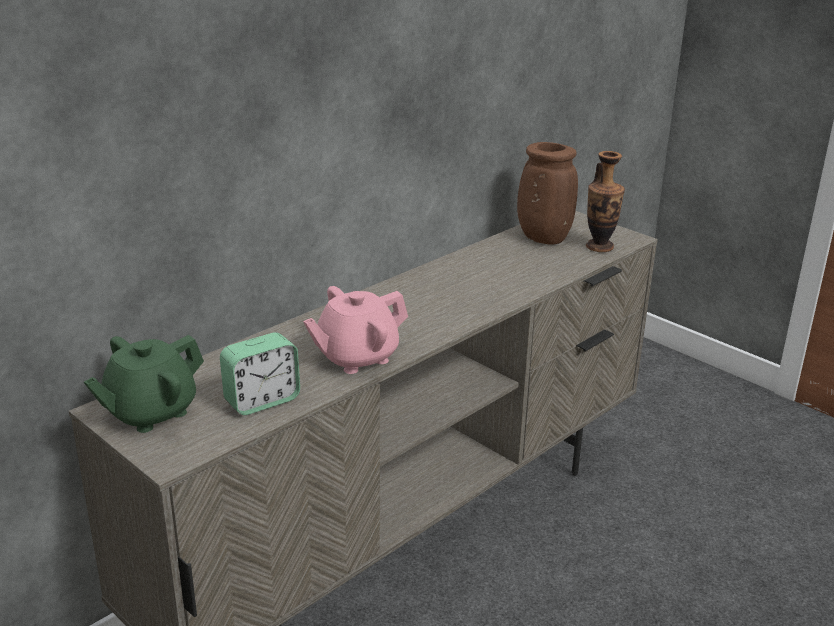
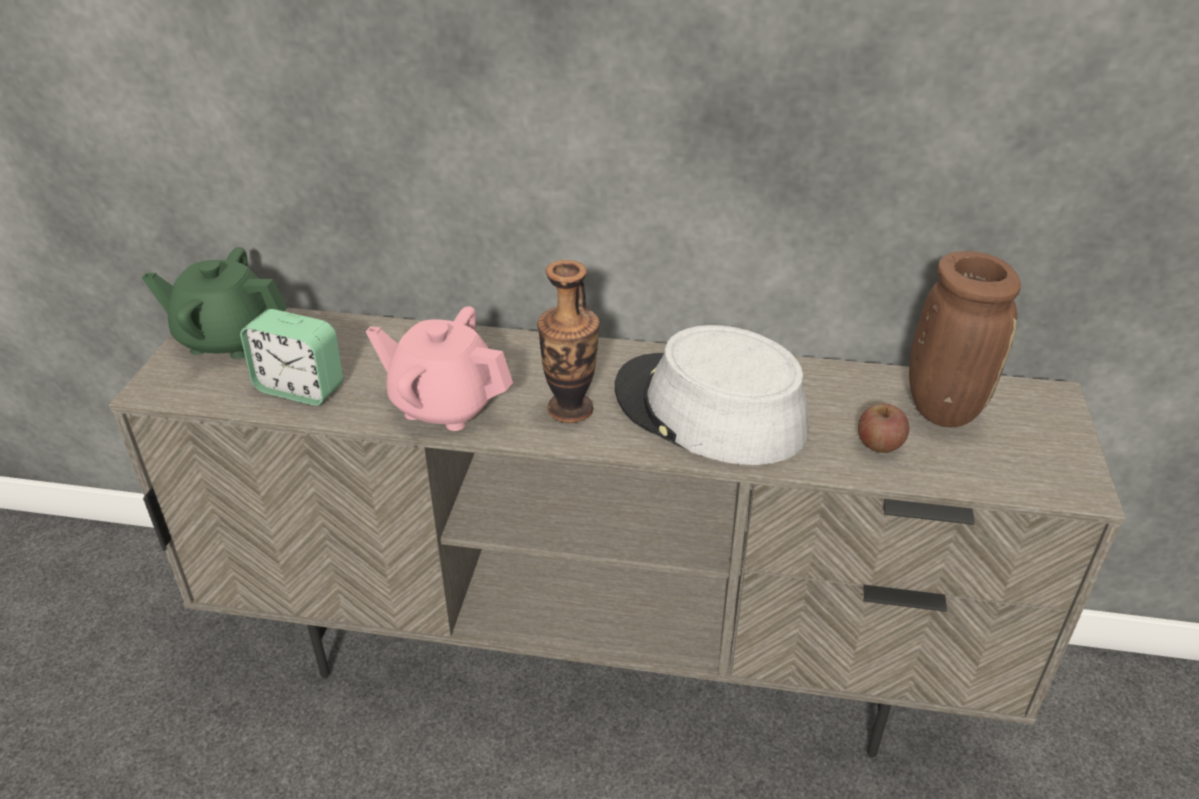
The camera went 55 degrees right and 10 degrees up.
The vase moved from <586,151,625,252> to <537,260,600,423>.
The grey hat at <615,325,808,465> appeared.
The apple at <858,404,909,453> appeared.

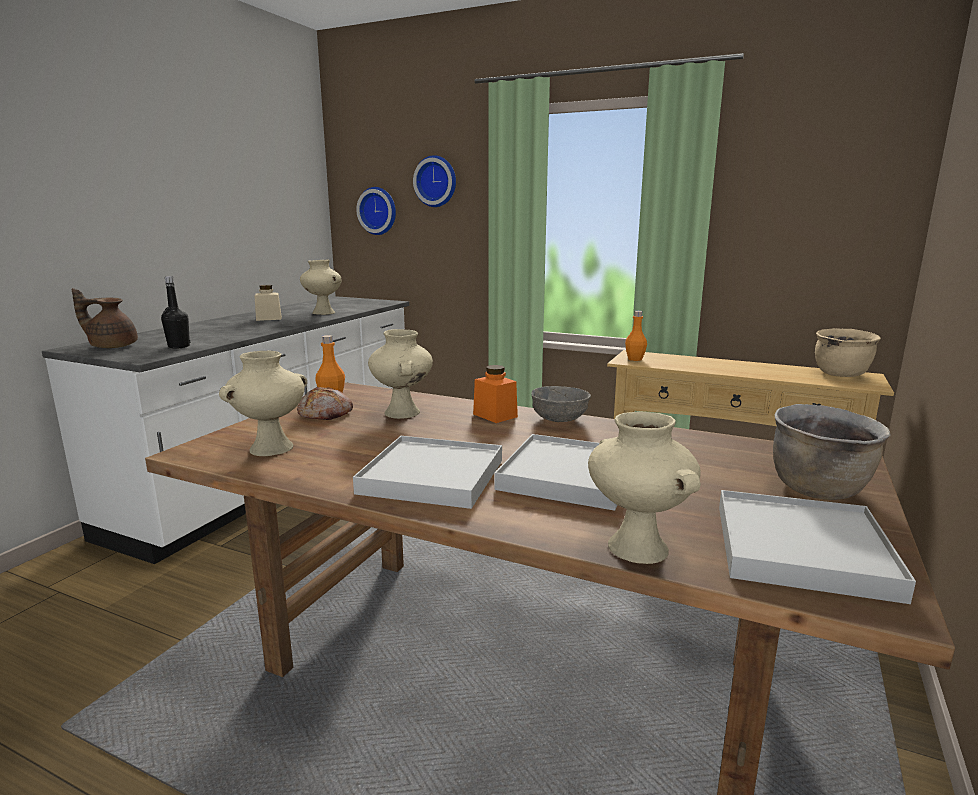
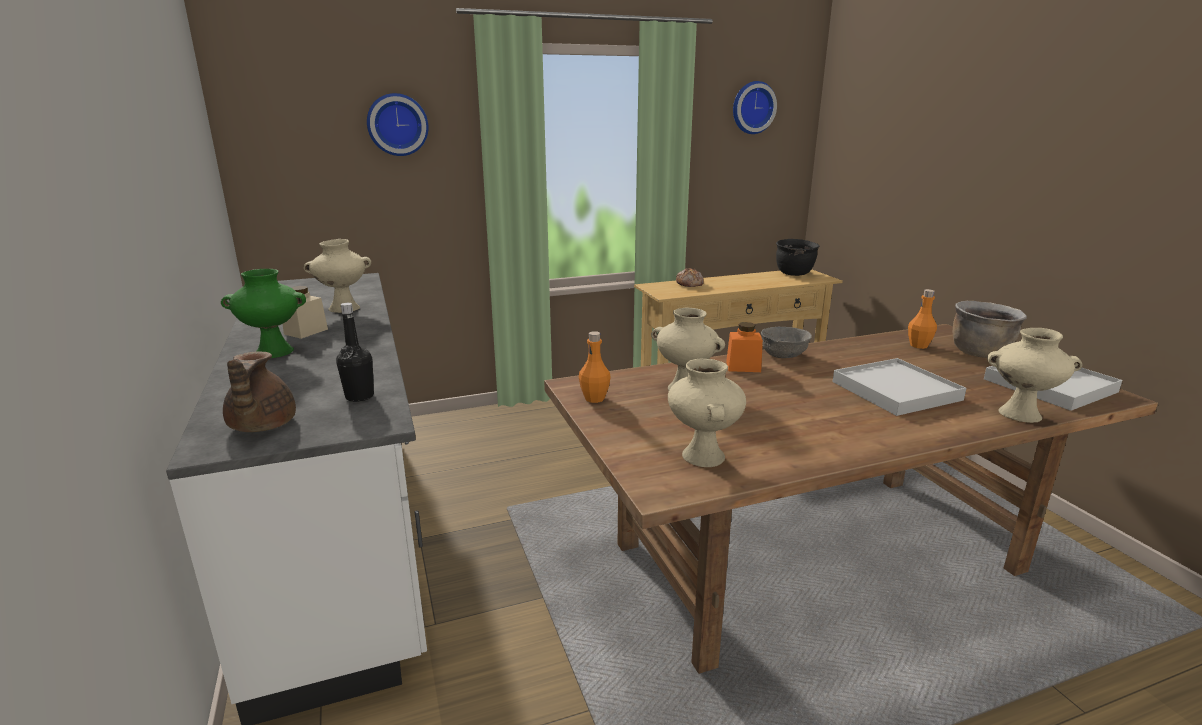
The camera went 45 degrees left and 5 degrees up.
The green vase at <221,269,306,358> appeared.
The brown teapot at <72,288,138,348> turned 60 degrees counterclockwise.
The bread moved from <297,387,353,420> to <676,268,704,287>.
The wall clock moved from <356,187,396,235> to <733,81,777,134>.
The beige cooking pot at <815,328,881,377> became the black cooking pot at <776,239,820,276>.
The orange bottle moved from <625,311,647,361> to <908,289,937,349>.
The white tray at <353,436,502,509> disappeared.

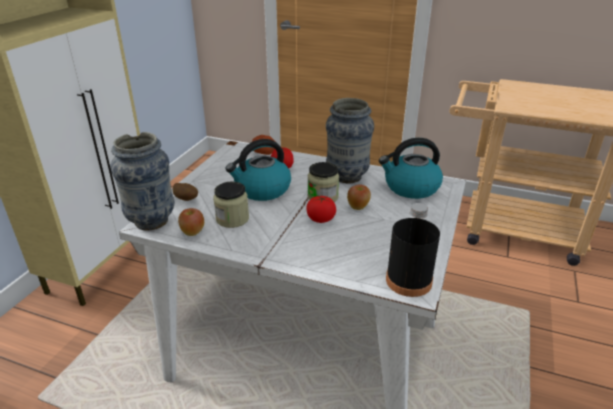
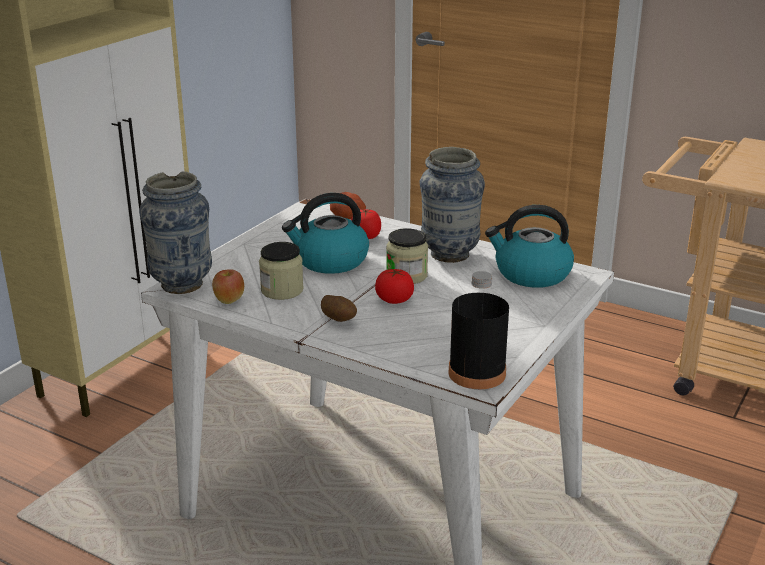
The camera went 10 degrees right and 5 degrees down.
The potato moved from <173,183,198,201> to <321,295,357,322>.
The apple at <347,185,371,210> disappeared.

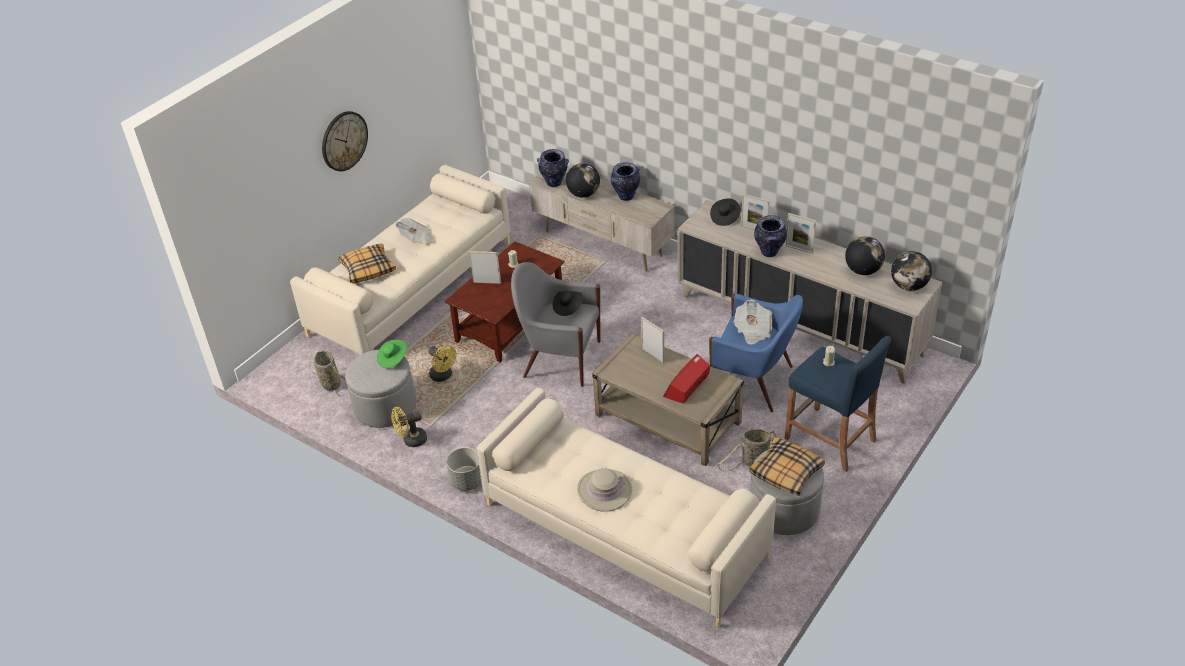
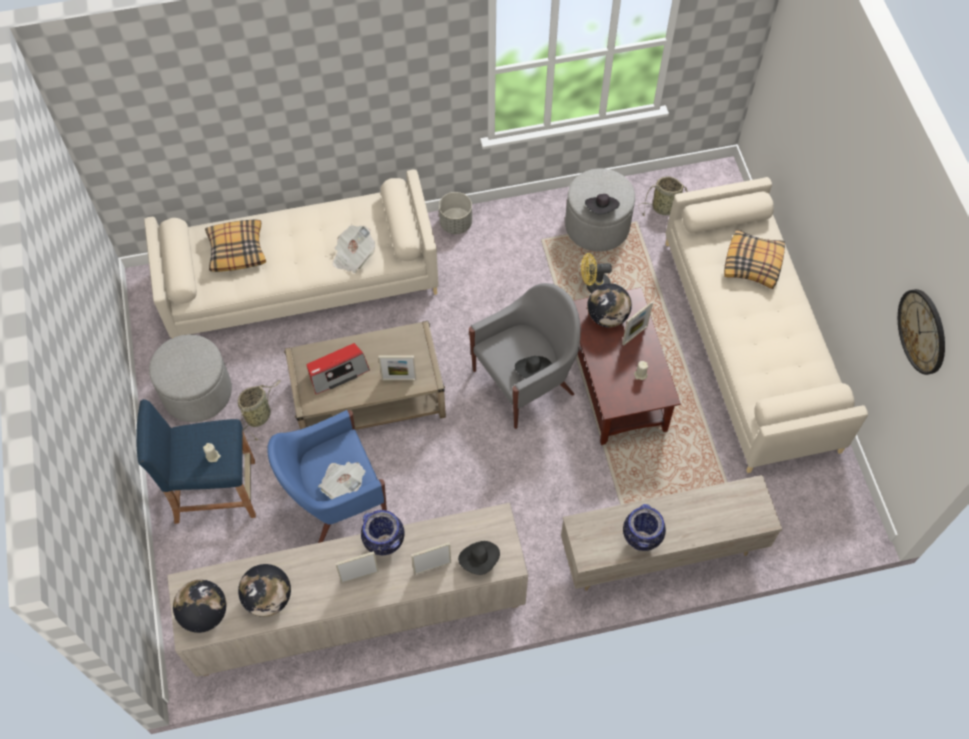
The camera went 130 degrees right and 20 degrees up.
The pillow moved from <749,438,825,496> to <205,220,266,272>.
The radio at <663,354,710,404> turned 75 degrees clockwise.
The newspaper moved from <395,218,435,244> to <332,225,375,273>.
The green hat at <377,340,407,369> became the black hat at <585,194,620,215>.
The globe moved from <566,163,600,198> to <587,283,632,327>.
The wall clock moved from <322,111,368,171> to <898,289,945,375>.
The yellow fan at <391,407,427,447> disappeared.
The vase at <537,149,569,187> disappeared.
The beige hat at <577,468,632,512> disappeared.

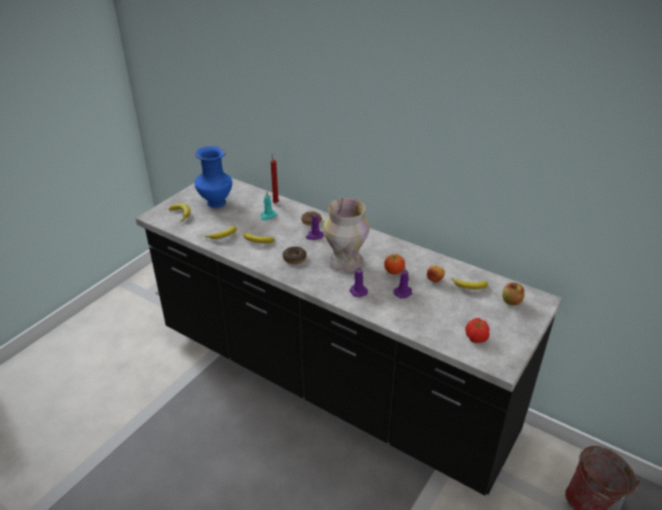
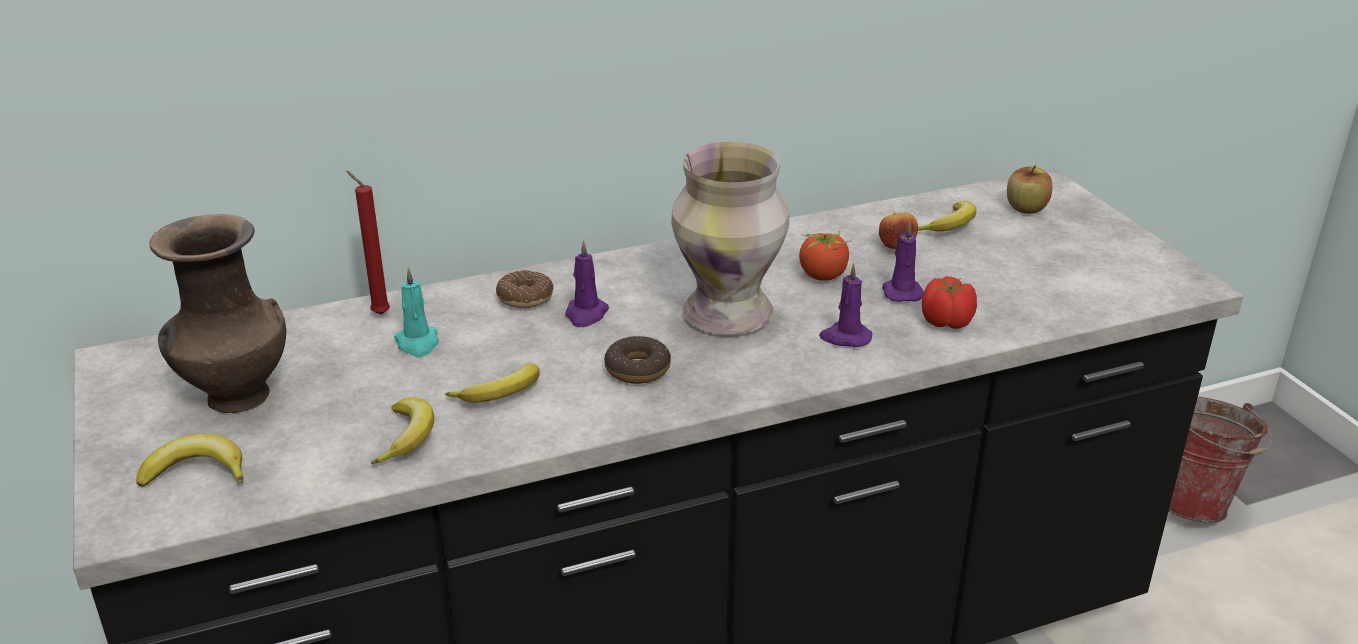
The camera went 55 degrees left and 5 degrees down.
The blue vase at <194,146,232,208> became the brown vase at <149,214,286,413>.
The tomato moved from <465,318,489,343> to <922,276,977,329>.

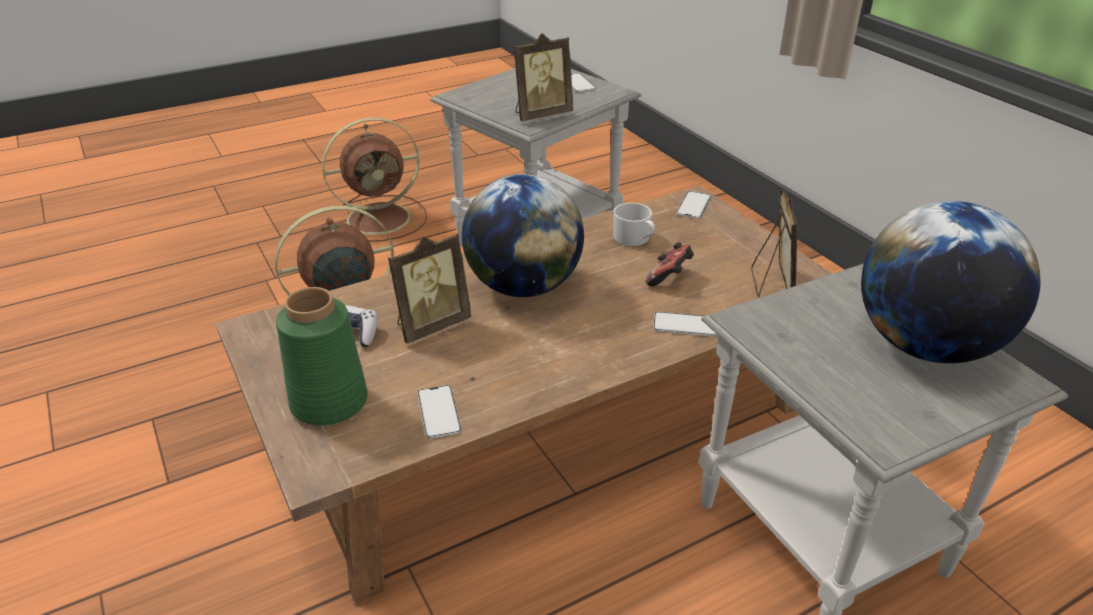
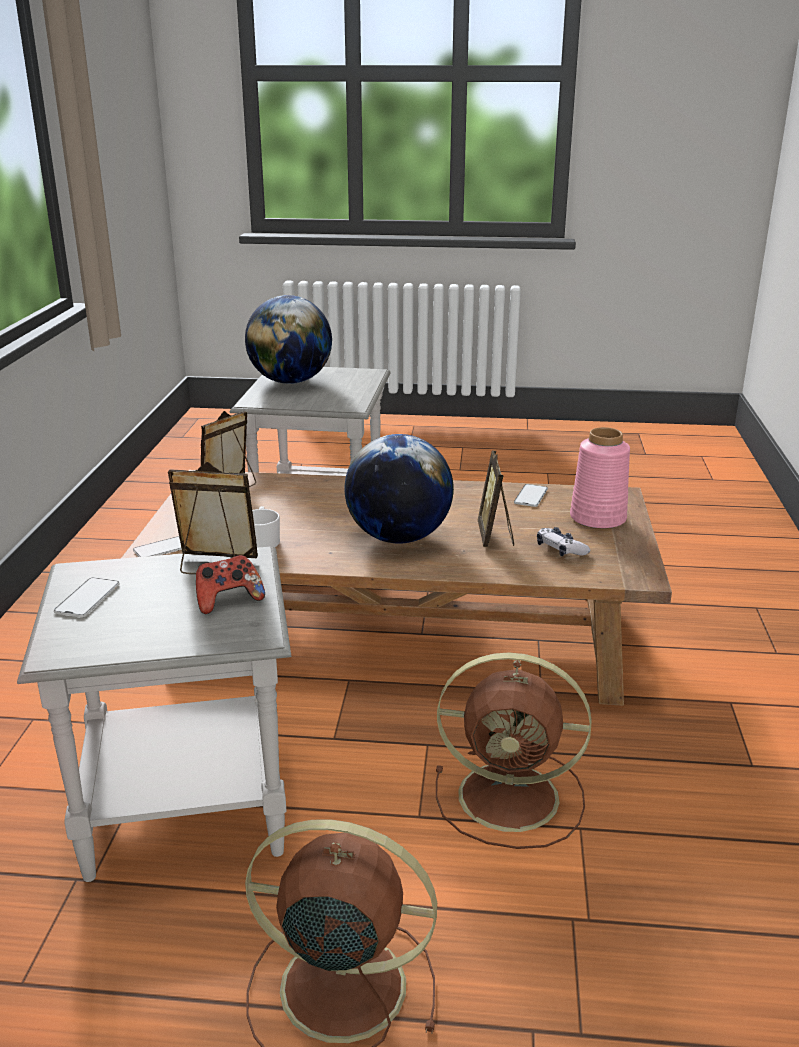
The camera went 145 degrees left and 10 degrees down.
The game controller moved from <646,242,694,286> to <196,555,265,614>.
The picture frame at <388,233,471,344> turned 90 degrees counterclockwise.
The green vase at <276,287,368,425> became the pink vase at <570,427,630,529>.
The phone at <653,312,717,337> disappeared.

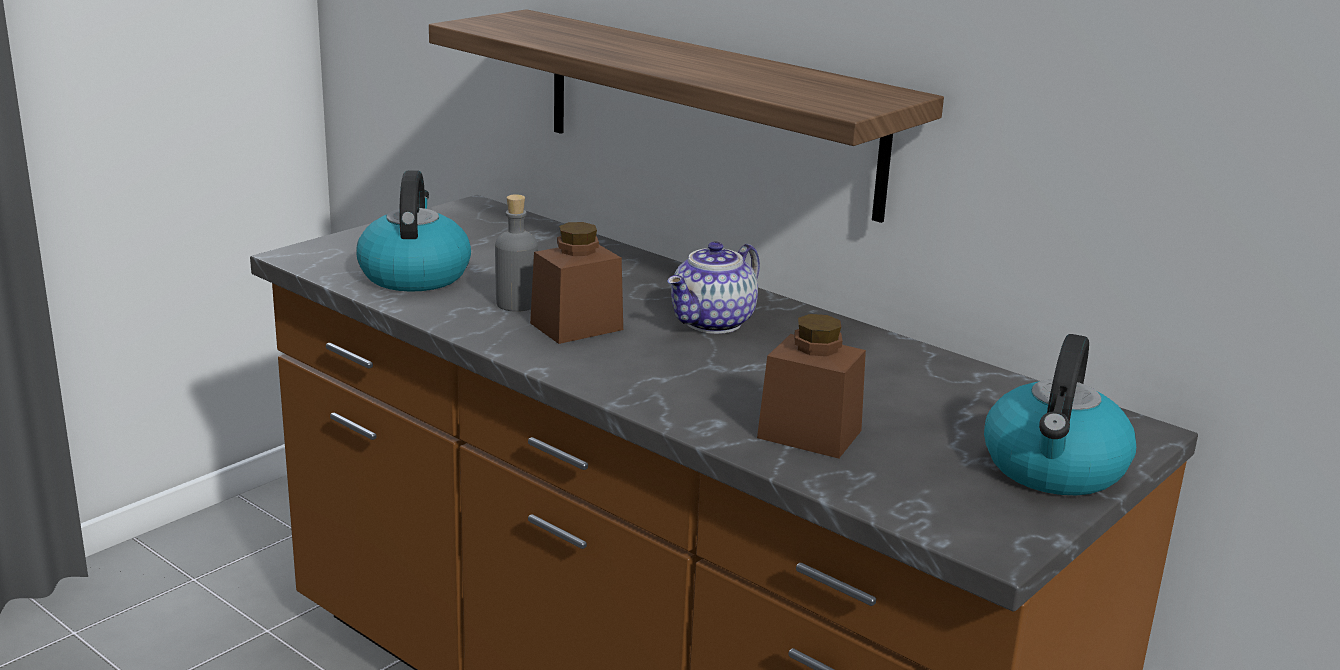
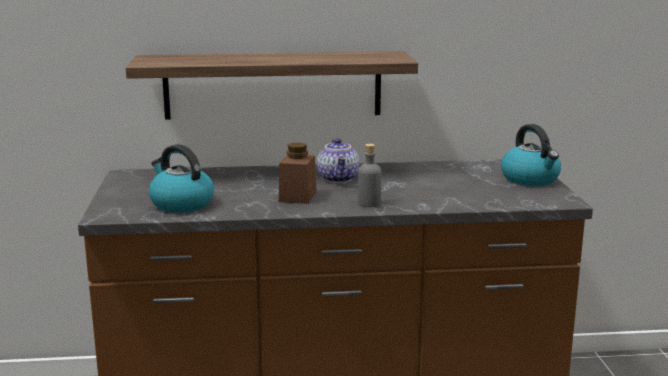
The camera went 45 degrees left and 5 degrees down.
The grey bottle moved from <495,194,538,312> to <358,144,381,207>.
The brown jar at <757,314,866,458> disappeared.

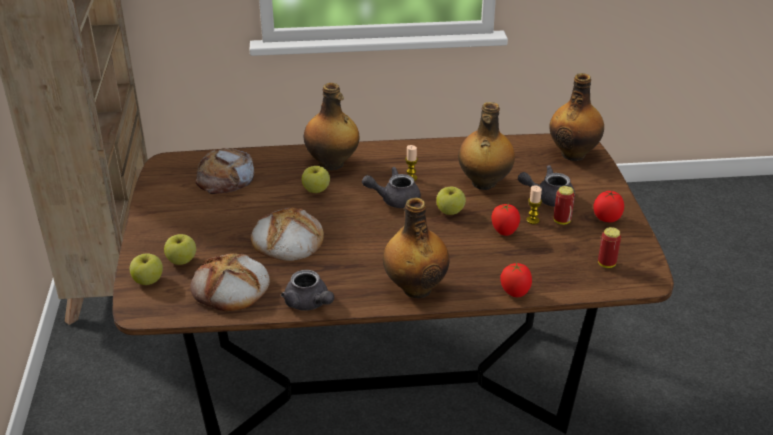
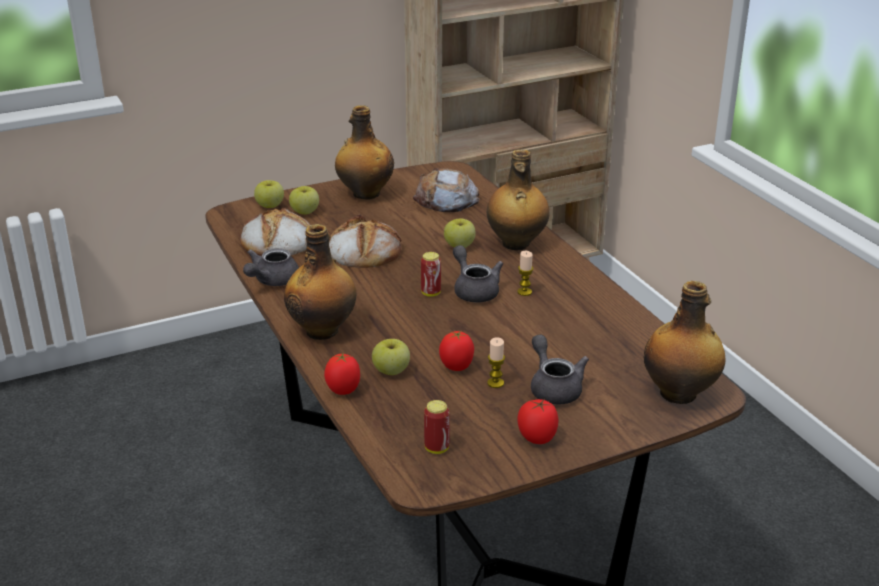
The camera went 70 degrees right and 5 degrees down.
The bottle moved from <458,102,515,190> to <335,105,394,200>.
The apple moved from <436,187,466,215> to <372,339,410,375>.
The can moved from <554,186,575,225> to <421,252,441,297>.

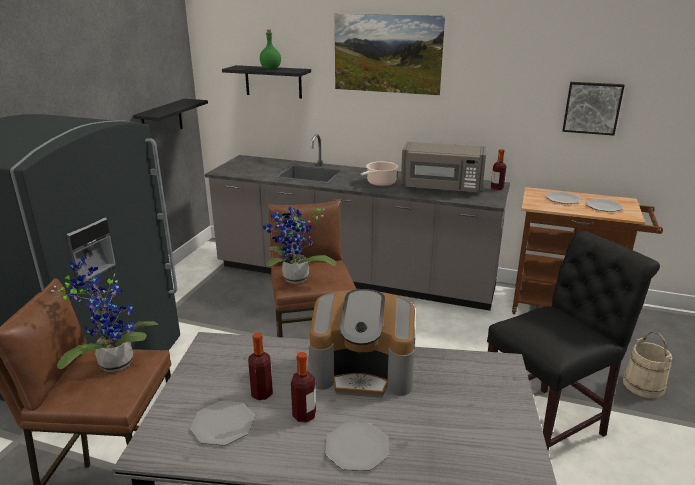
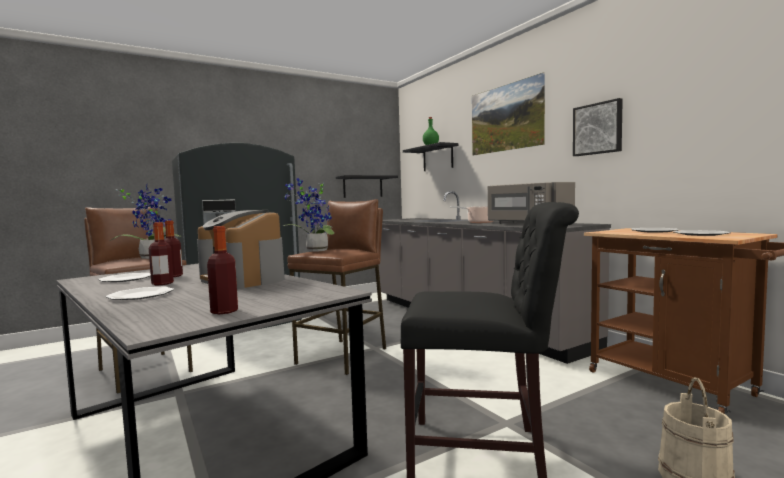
The camera went 40 degrees right and 20 degrees down.
The bottle moved from <491,149,506,190> to <207,226,238,314>.
The picture moved from <562,82,625,136> to <573,98,623,156>.

